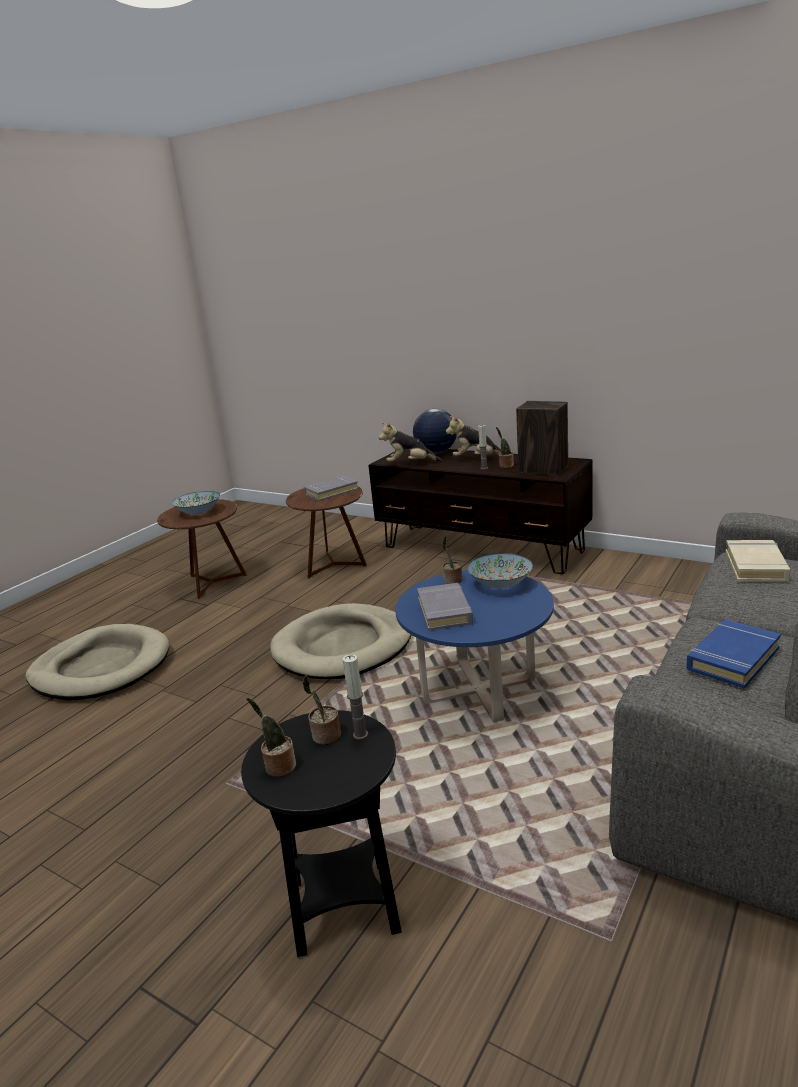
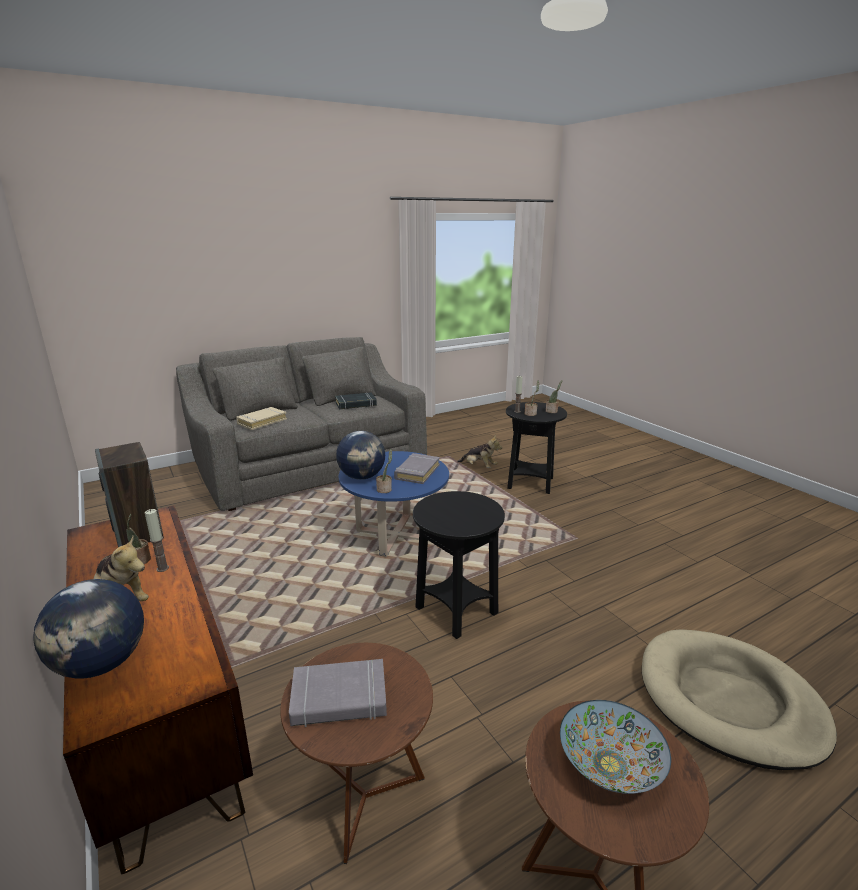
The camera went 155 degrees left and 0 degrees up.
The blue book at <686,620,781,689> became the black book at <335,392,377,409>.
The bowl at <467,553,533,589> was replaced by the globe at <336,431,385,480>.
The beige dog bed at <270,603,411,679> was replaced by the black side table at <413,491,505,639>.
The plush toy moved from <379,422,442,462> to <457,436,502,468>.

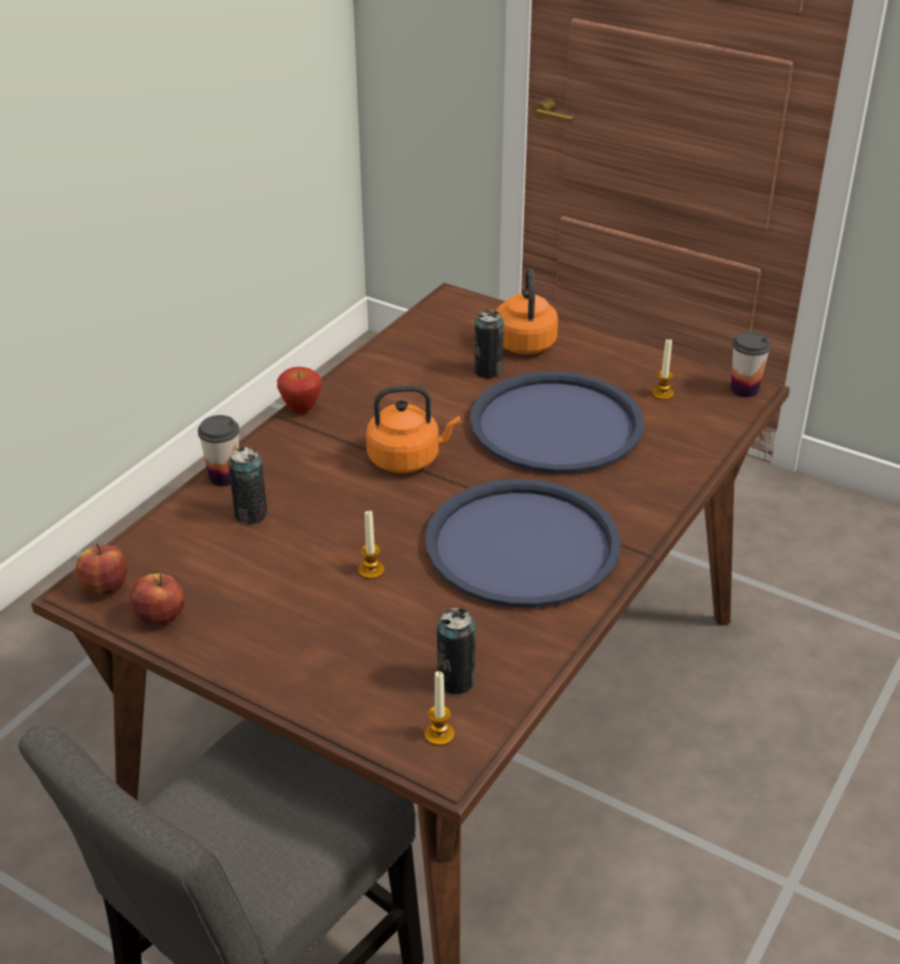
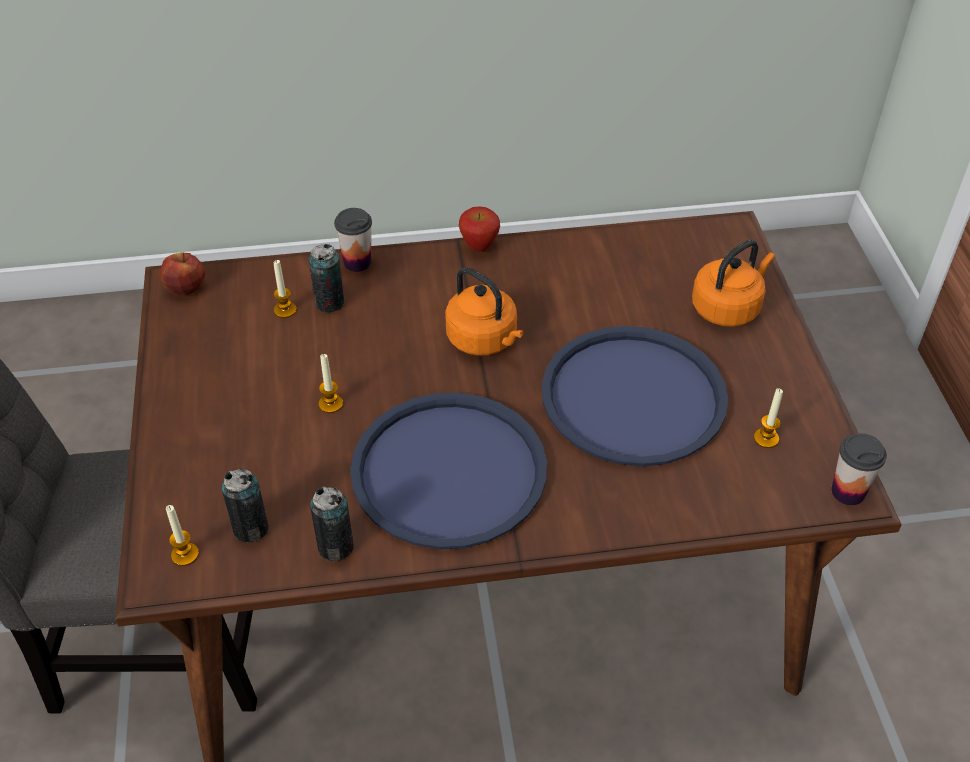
The camera went 50 degrees right and 10 degrees up.
The candle at <274,260,296,318> appeared.
The can moved from <474,310,504,379> to <310,486,354,562>.
The apple at <130,573,184,626> disappeared.

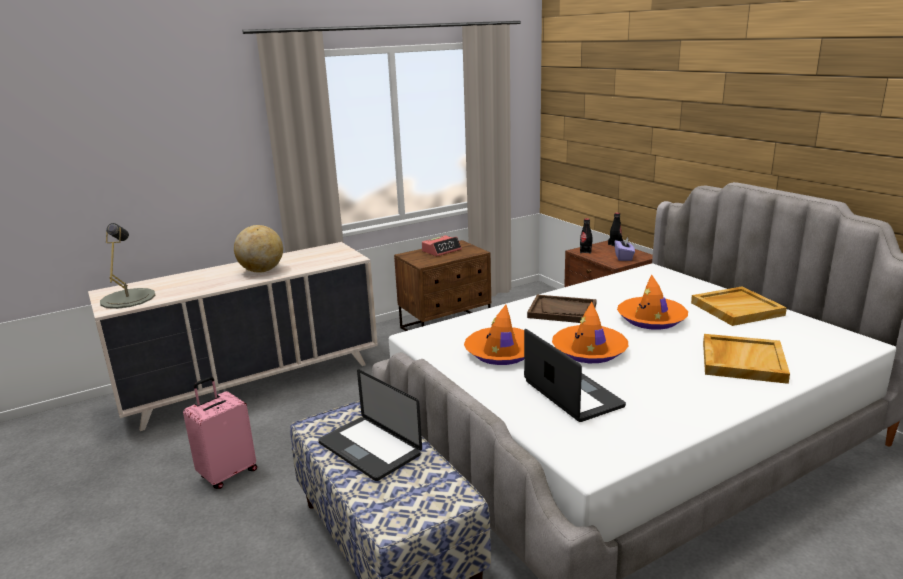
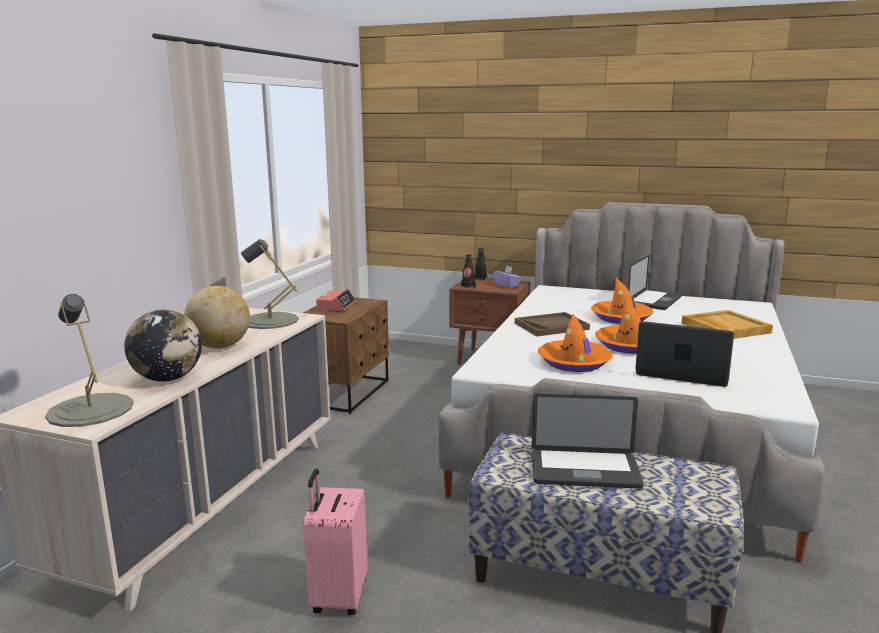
The camera went 40 degrees left and 5 degrees down.
The globe at <124,310,202,382> appeared.
The grey table lamp at <241,239,299,329> appeared.
The beige tray at <691,287,787,326> was replaced by the laptop at <628,255,682,310>.

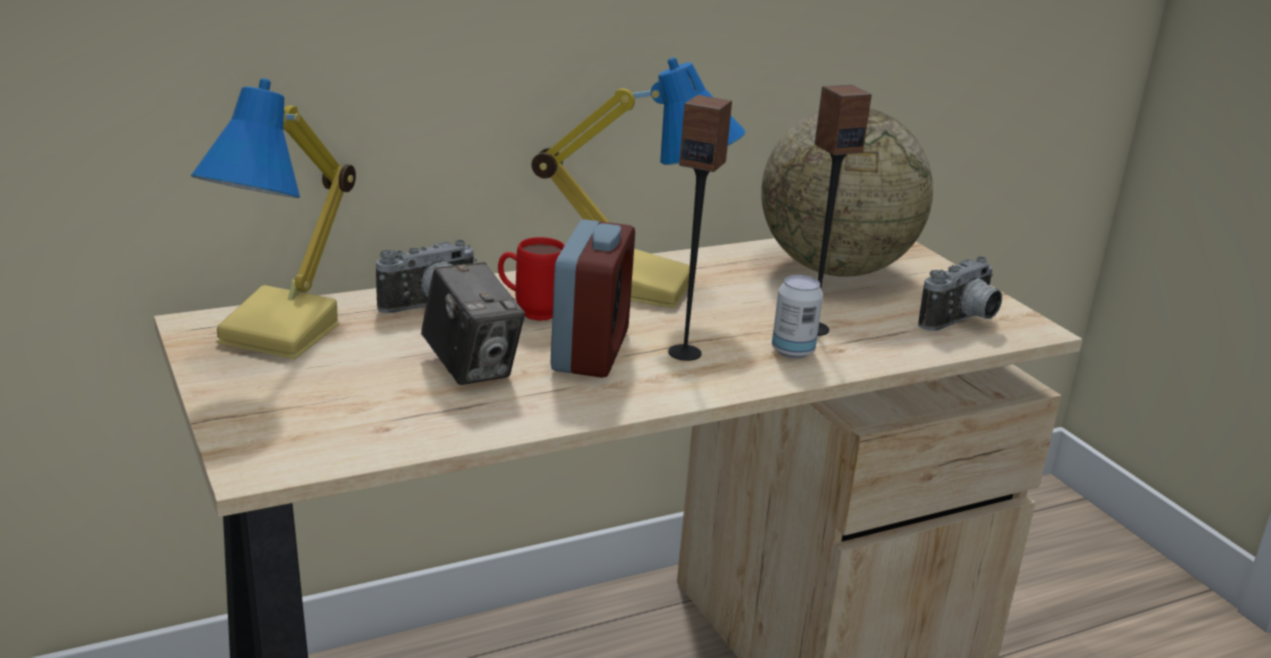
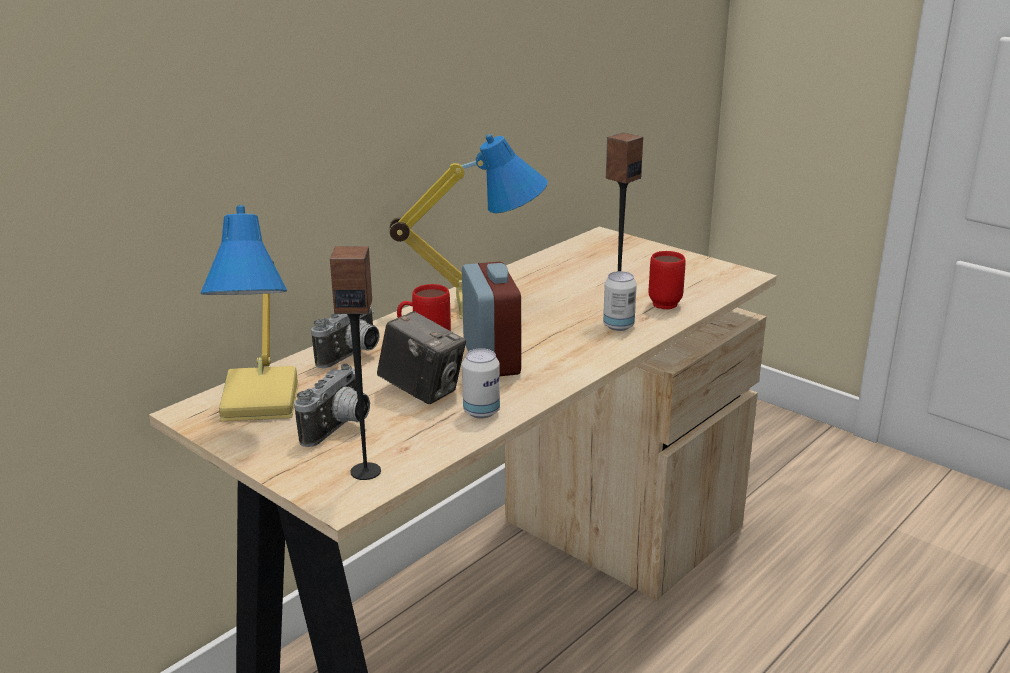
The camera went 20 degrees left and 0 degrees up.
The photo camera moved from <918,256,1002,331> to <294,364,370,447>.
The speaker moved from <668,95,732,361> to <330,246,381,480>.
The can at <462,348,500,418> appeared.
The red mug at <649,251,686,309> appeared.
The globe at <761,109,933,277> disappeared.

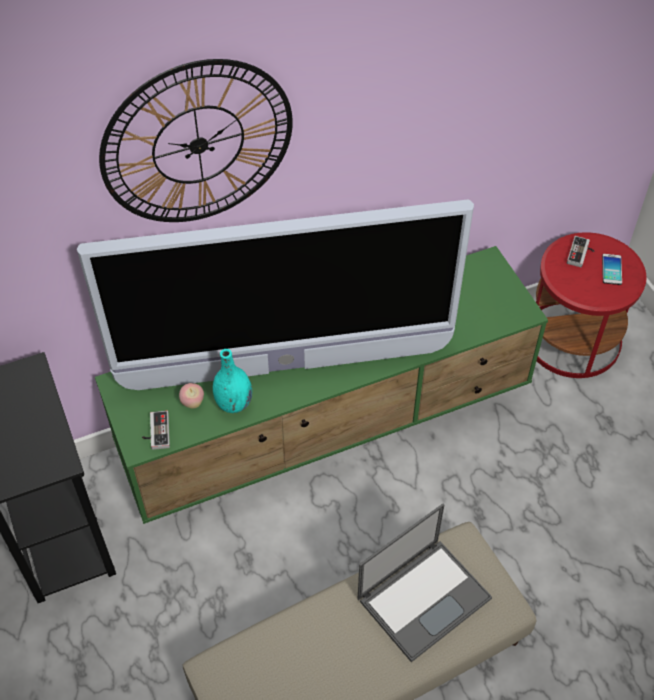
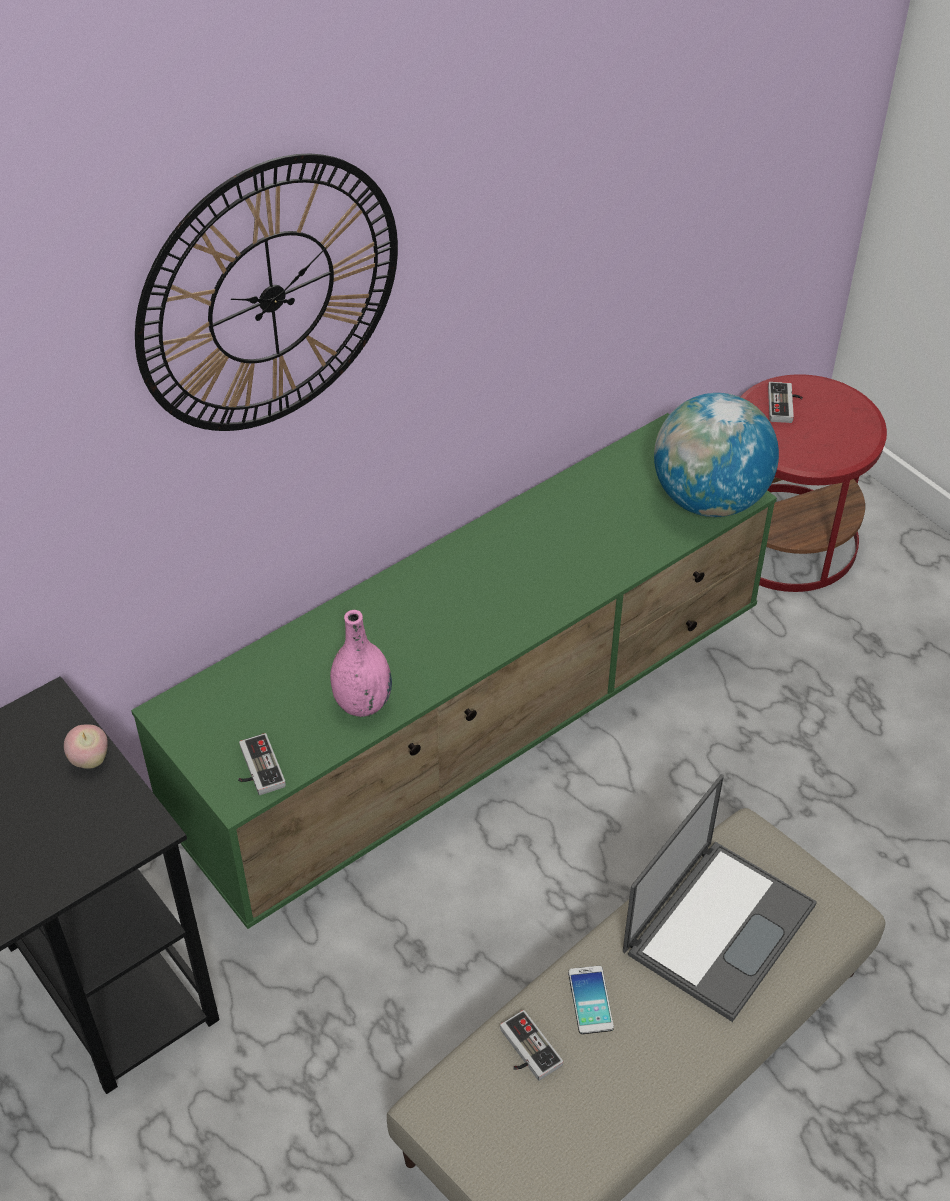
The camera went 15 degrees left and 5 degrees down.
The apple moved from <179,383,204,408> to <64,725,108,769>.
The turquoise vase at <213,349,252,413> became the pink vase at <330,610,392,717>.
The game controller at <500,1010,563,1081> appeared.
The phone moved from <602,254,622,285> to <568,966,614,1034>.
The globe at <654,393,779,517> appeared.
The television at <77,199,474,390> disappeared.

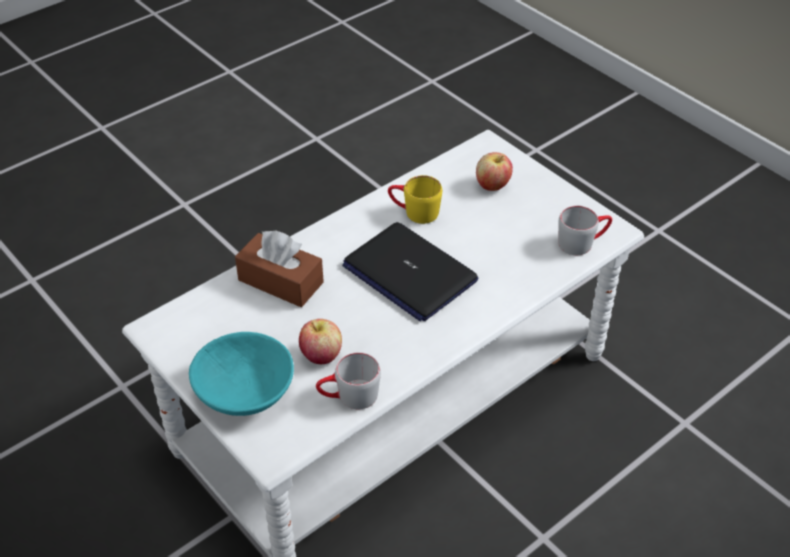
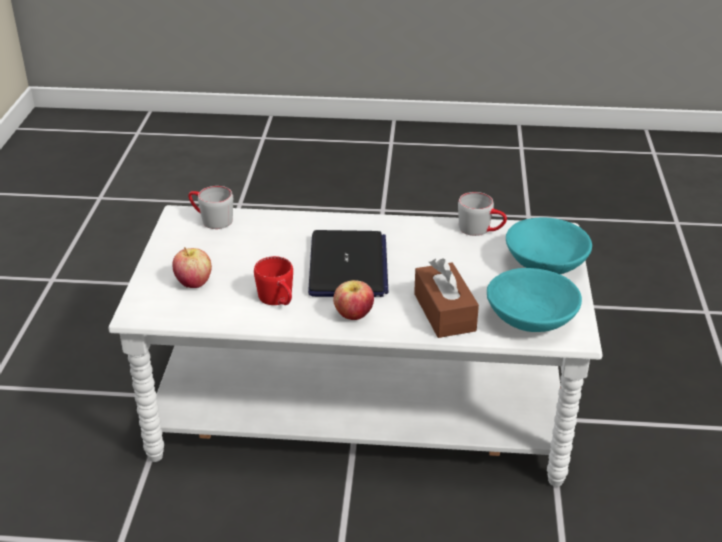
The camera went 135 degrees left and 10 degrees down.
The yellow mug at <388,175,442,224> became the red mug at <254,256,293,305>.
The apple moved from <299,319,342,364> to <333,280,374,320>.
The turquoise bowl at <487,268,582,332> appeared.

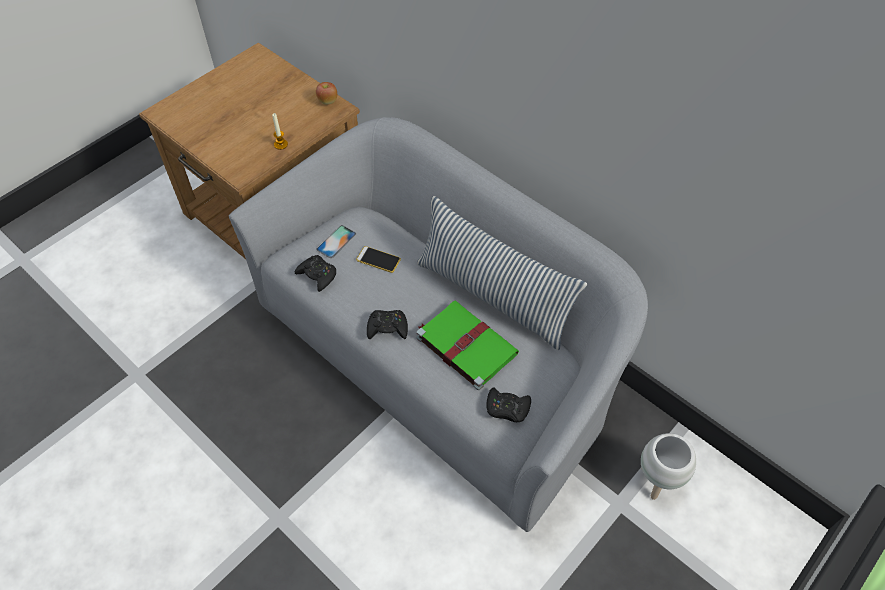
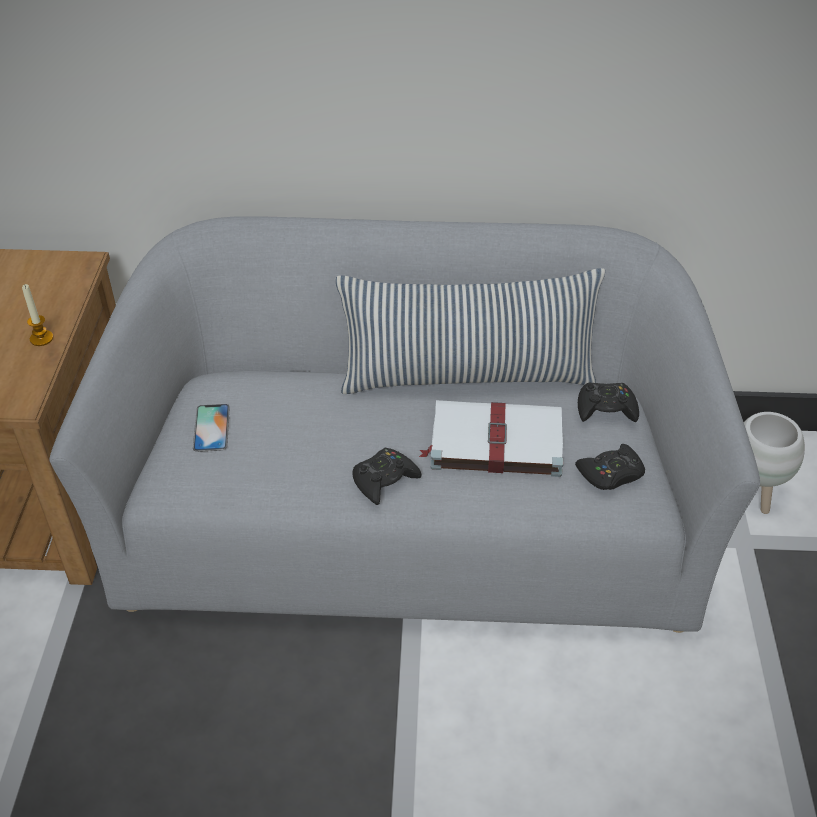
The camera went 40 degrees left and 10 degrees down.
The green book at <417,300,519,390> became the white book at <419,400,564,477>.
The black game controller moved from <295,255,336,292> to <578,383,639,422>.
The apple at <316,82,337,105> disappeared.
The phone at <356,246,401,273> disappeared.

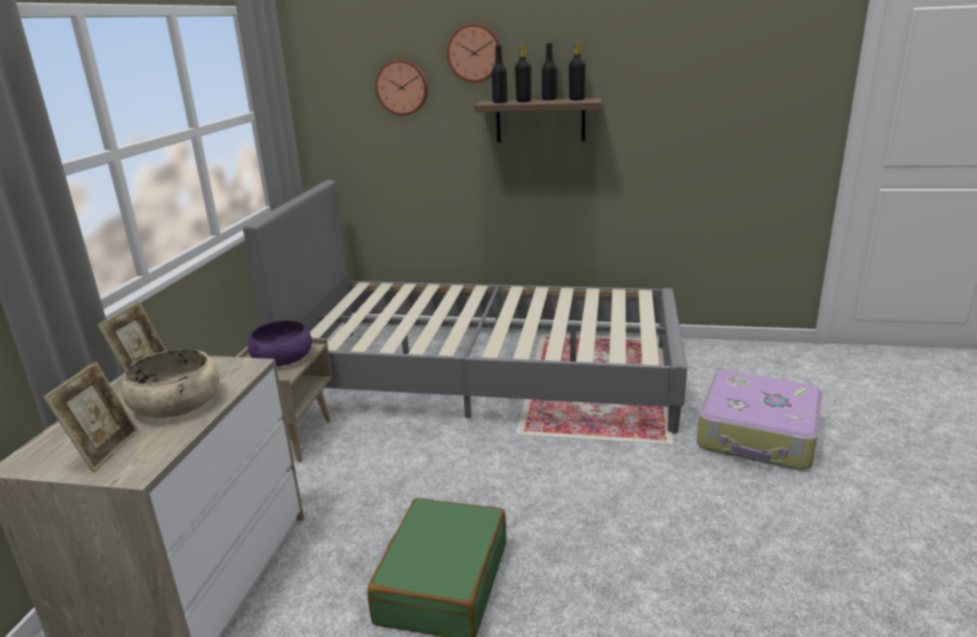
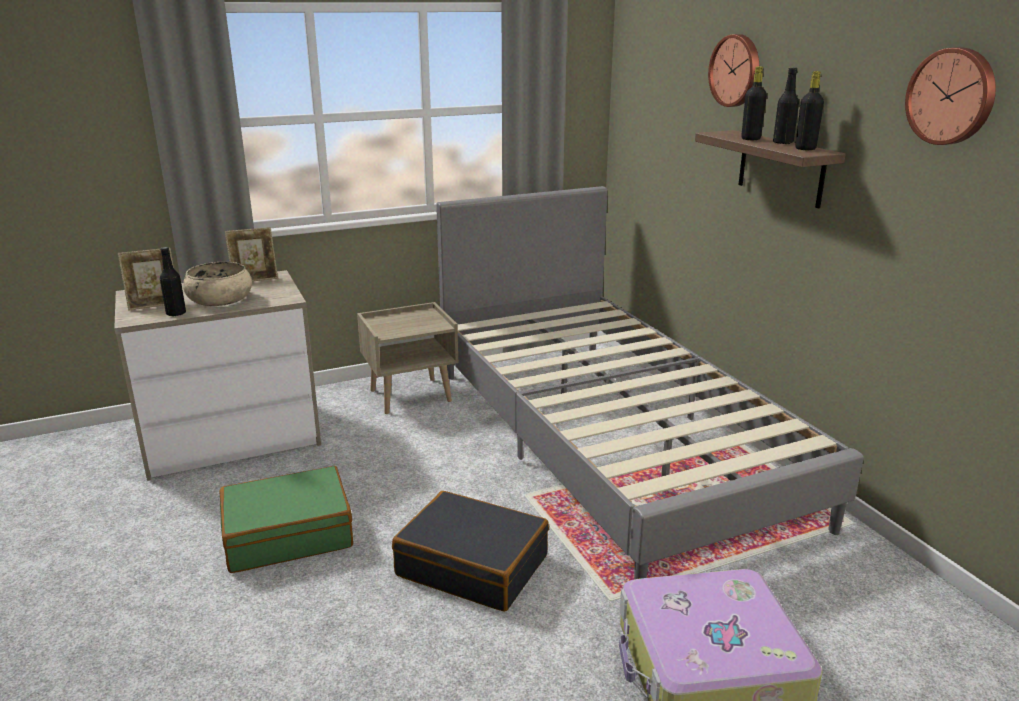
The camera went 55 degrees right and 0 degrees up.
The black bottle moved from <492,45,508,103> to <160,247,186,317>.
The black suitcase at <392,491,549,612> appeared.
The wall clock moved from <375,59,428,116> to <905,47,996,145>.
The purple bowl at <248,320,312,366> disappeared.

